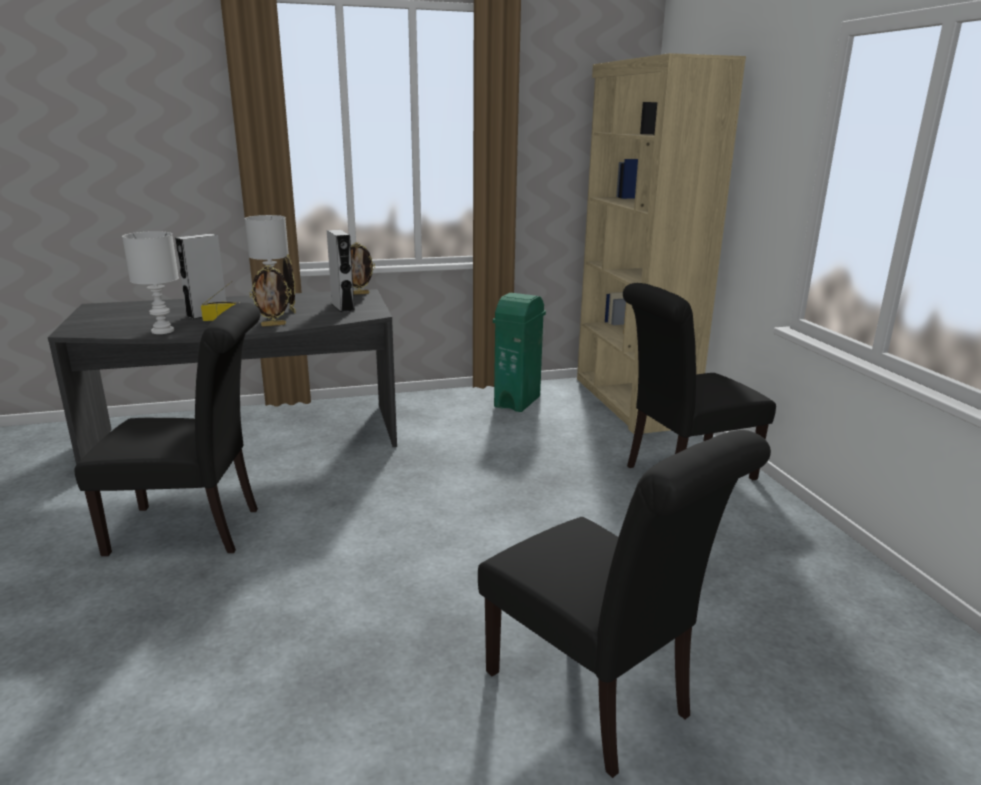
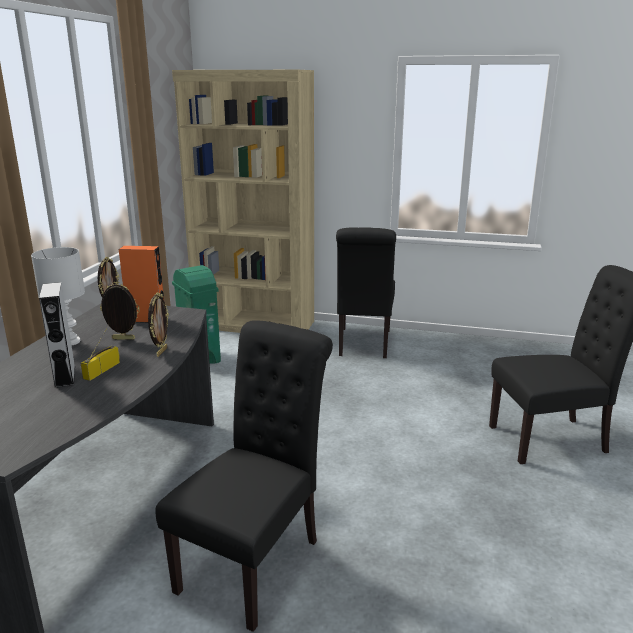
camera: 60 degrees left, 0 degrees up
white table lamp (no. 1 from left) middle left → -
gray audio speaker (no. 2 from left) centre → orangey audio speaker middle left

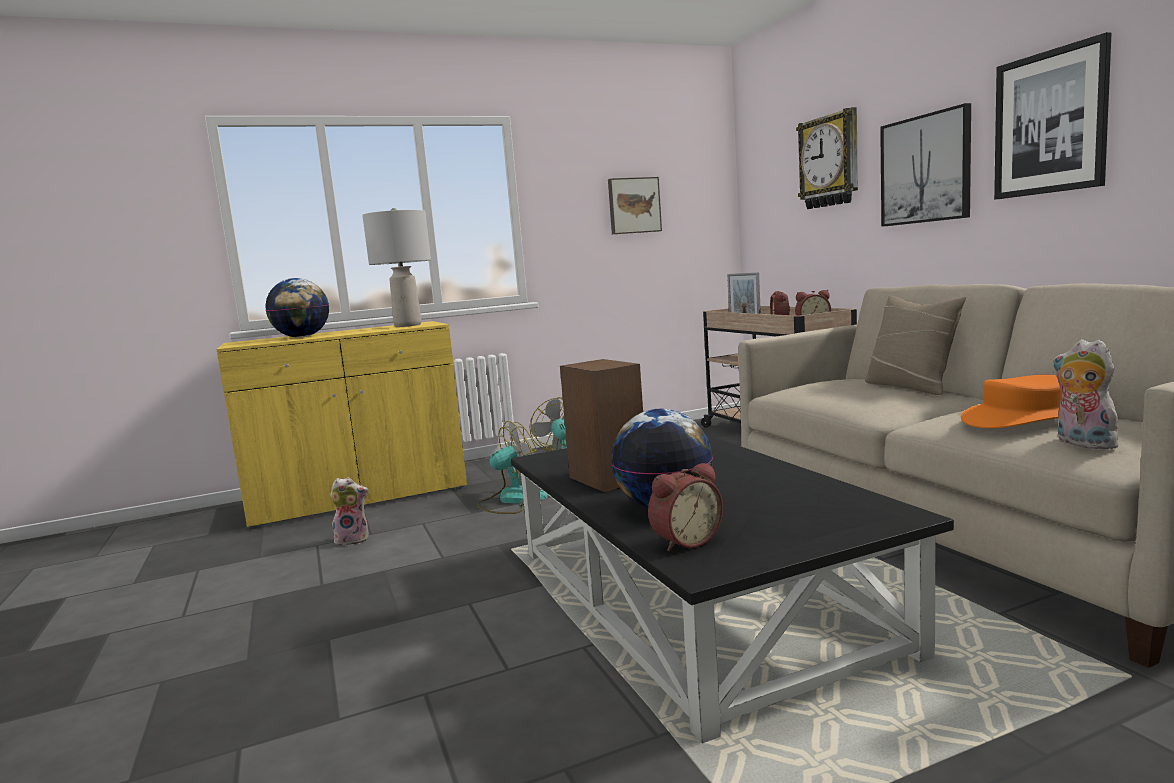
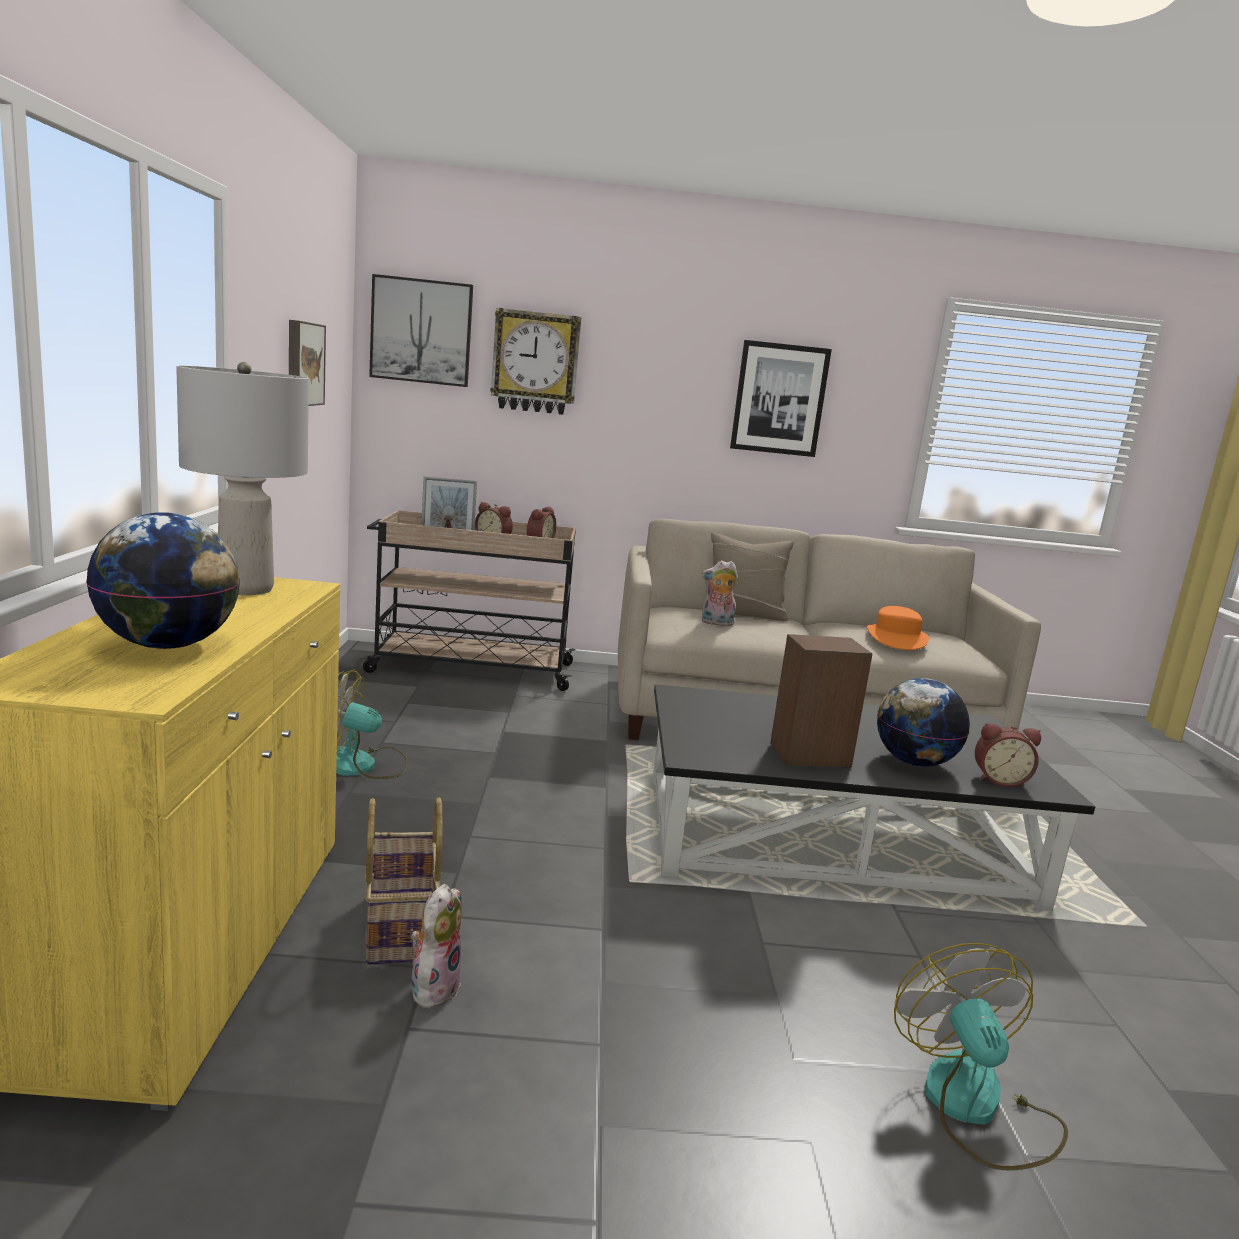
camera: 70 degrees left, 5 degrees up
- → basket bottom left
electric fan (no. 1 from left in the first image) centre → electric fan (no. 2 from left) bottom right, shifted
wall art (no. 2 from left) top right → wall art (no. 2 from left) top centre, shifted
plush toy (no. 2 from left) middle right → plush toy (no. 2 from left) centre, shifted
table clock (no. 1 from left in the first image) centre → table clock (no. 3 from left) middle right, 105 degrees clockwise

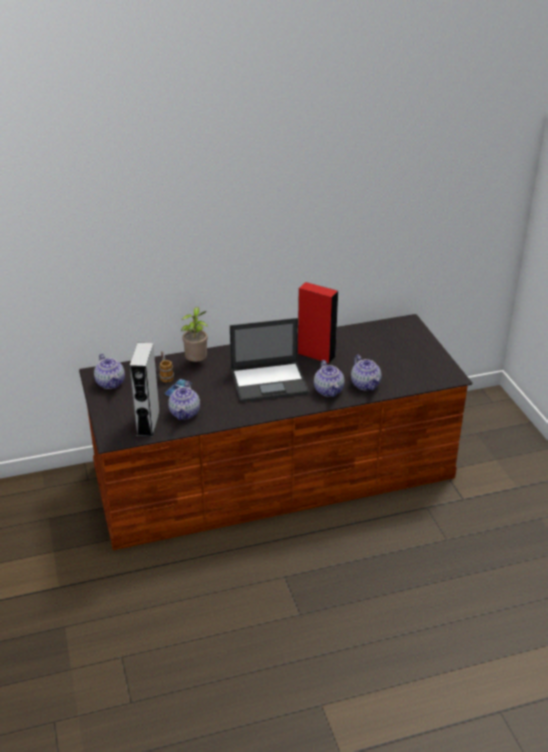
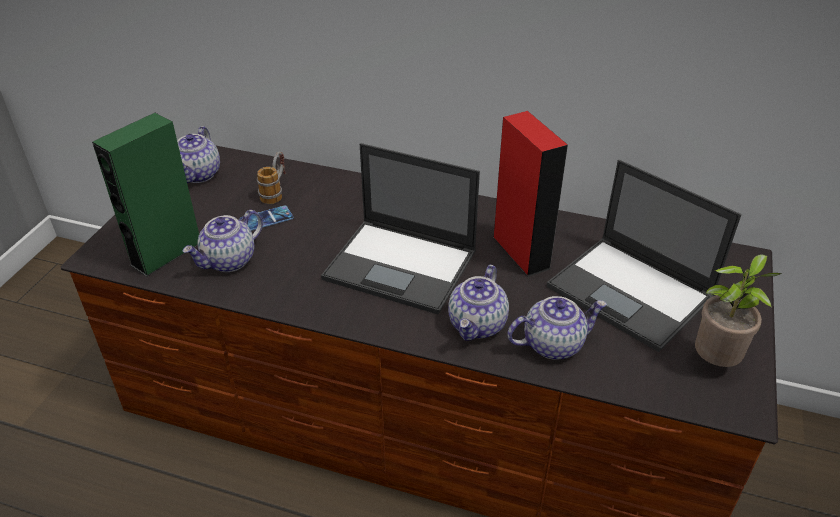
camera: 35 degrees right, 5 degrees up
- → portable computer (no. 2 from left) middle right
plant in a pot centre → plant in a pot middle right, shifted
gray audio speaker middle left → greenish audio speaker middle left
teapot (no. 4 from left) middle right → teapot (no. 4 from left) centre, 120 degrees counterclockwise

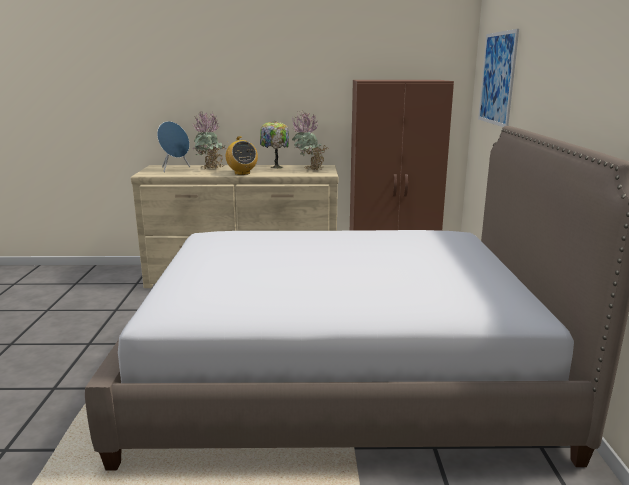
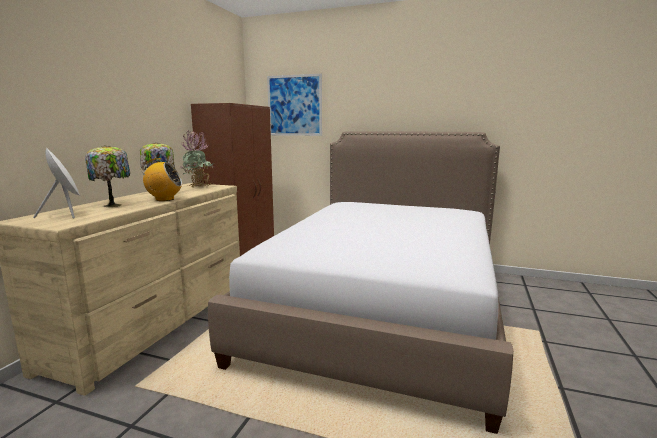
camera: 70 degrees left, 5 degrees down
plant in a pot (no. 1 from left) top left → table lamp (no. 1 from left) middle left
blue audio speaker top left → white audio speaker middle left

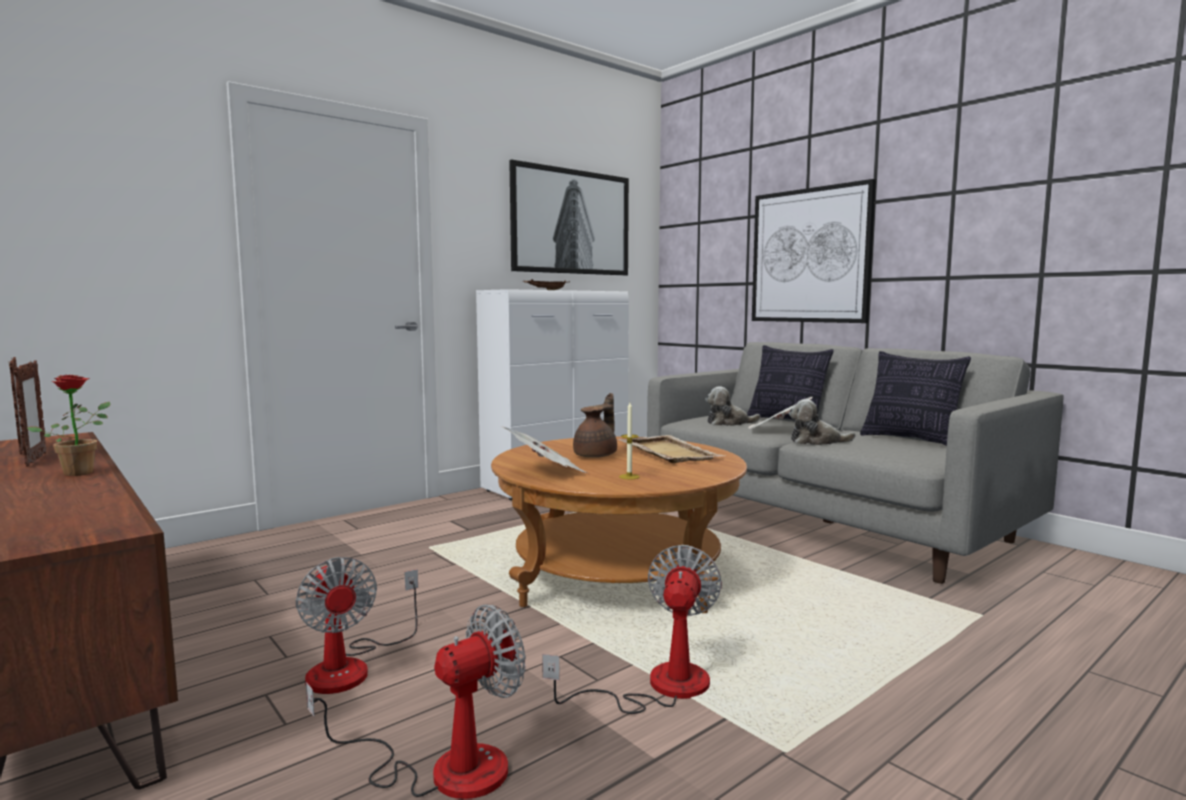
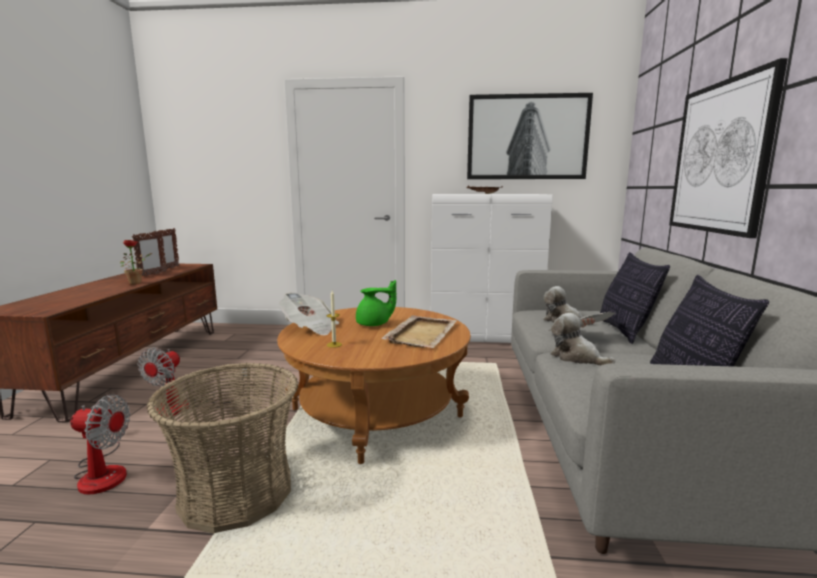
camera: 45 degrees right, 5 degrees up
electric fan (no. 3 from left) bottom centre → basket bottom left
brown-coloured teapot centre → greenish teapot centre

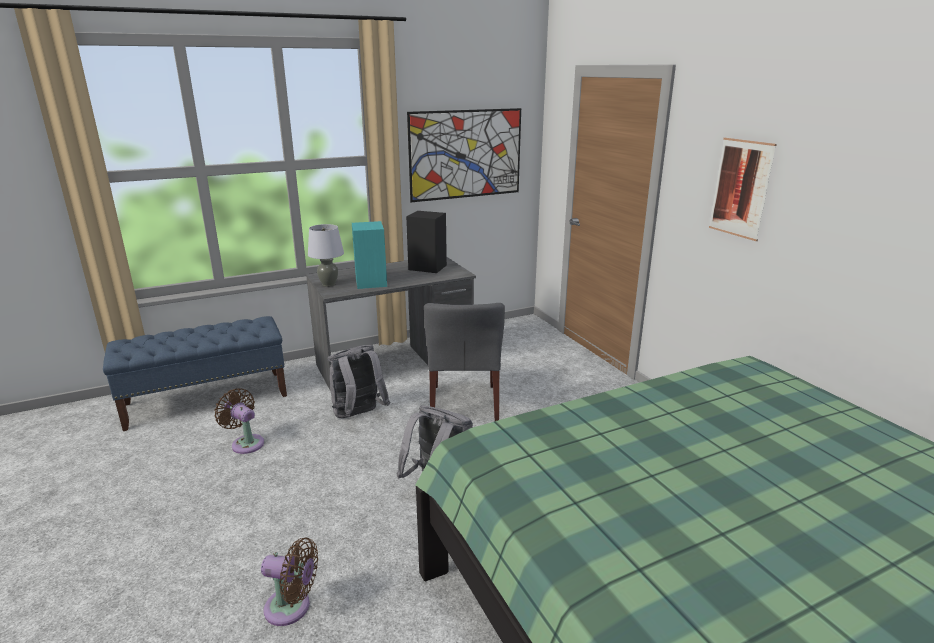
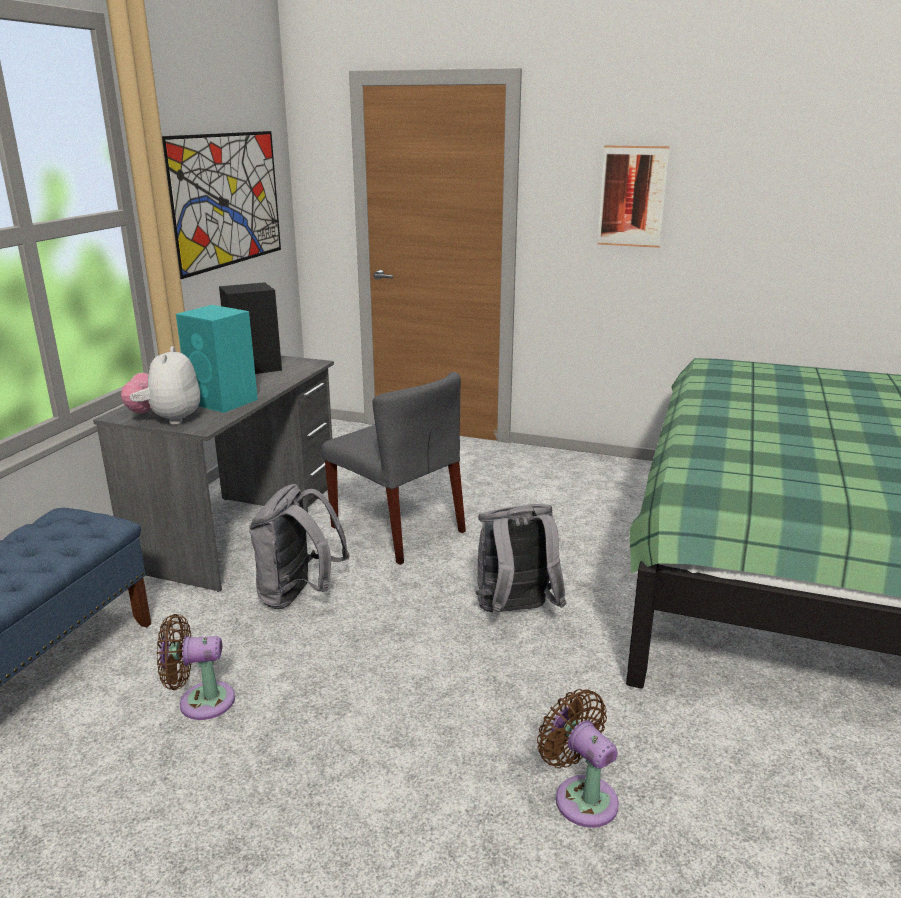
camera: 45 degrees left, 0 degrees up
gray table lamp centre → plush toy middle left
brown-coloured electric fan (no. 2 from left) bottom left → brown-coloured electric fan (no. 2 from left) bottom centre, 90 degrees counterclockwise

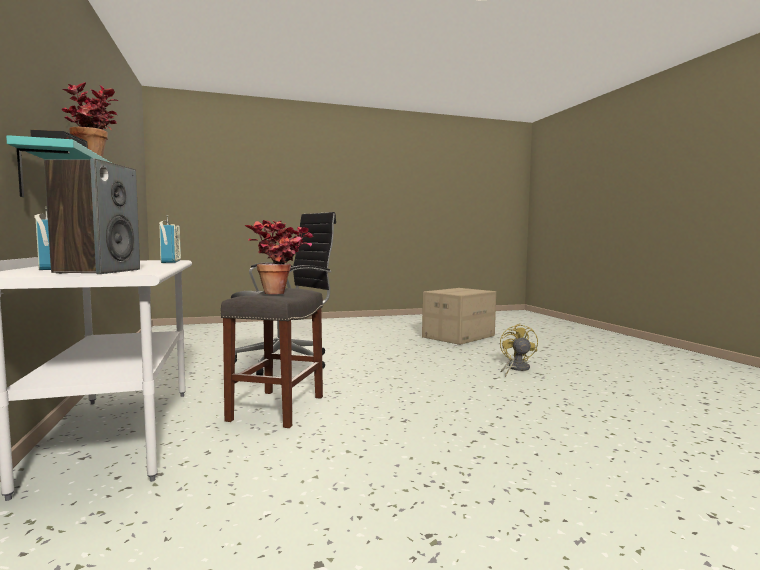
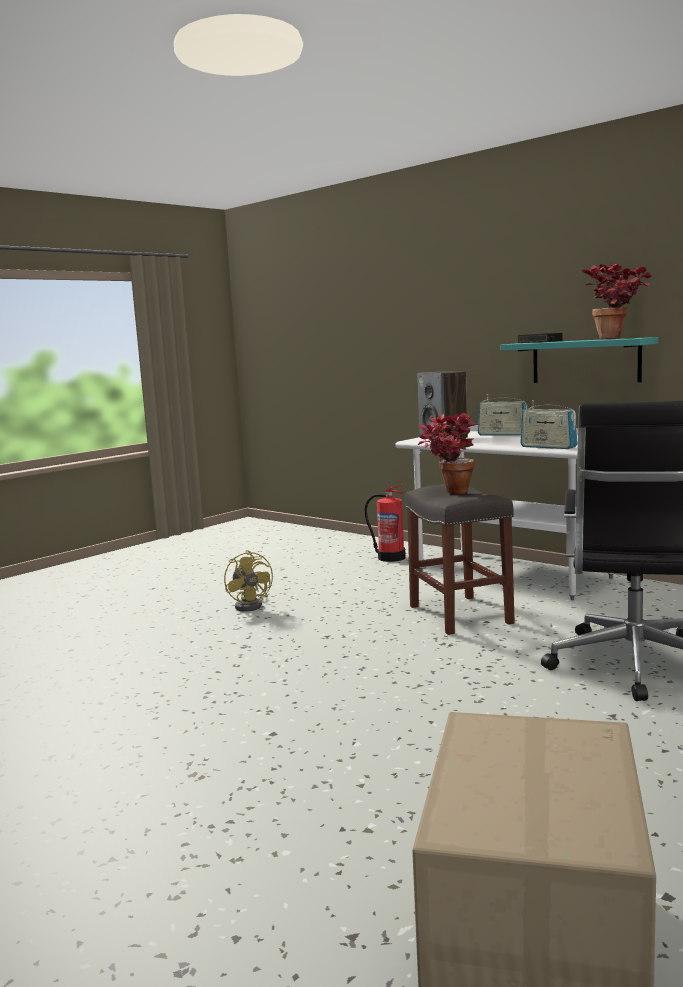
camera: 150 degrees right, 5 degrees up
- → fire-fighting cylinder centre
yellow-coloured electric fan middle right → yellow-coloured electric fan centre, shifted

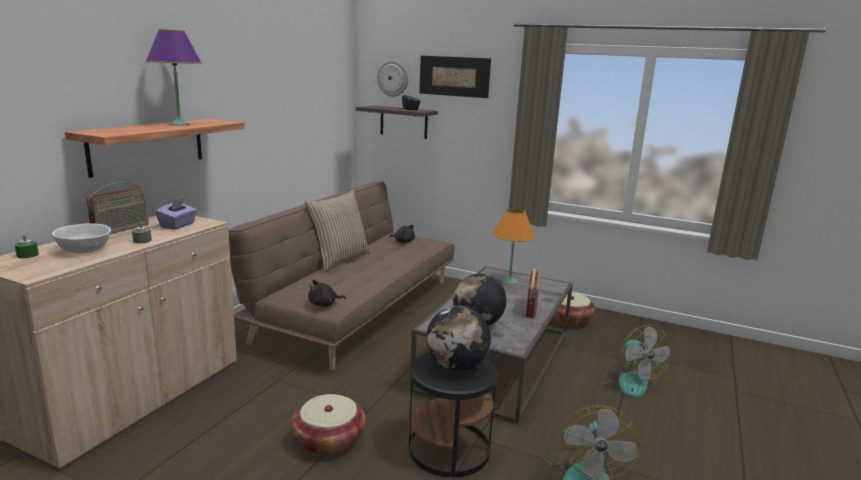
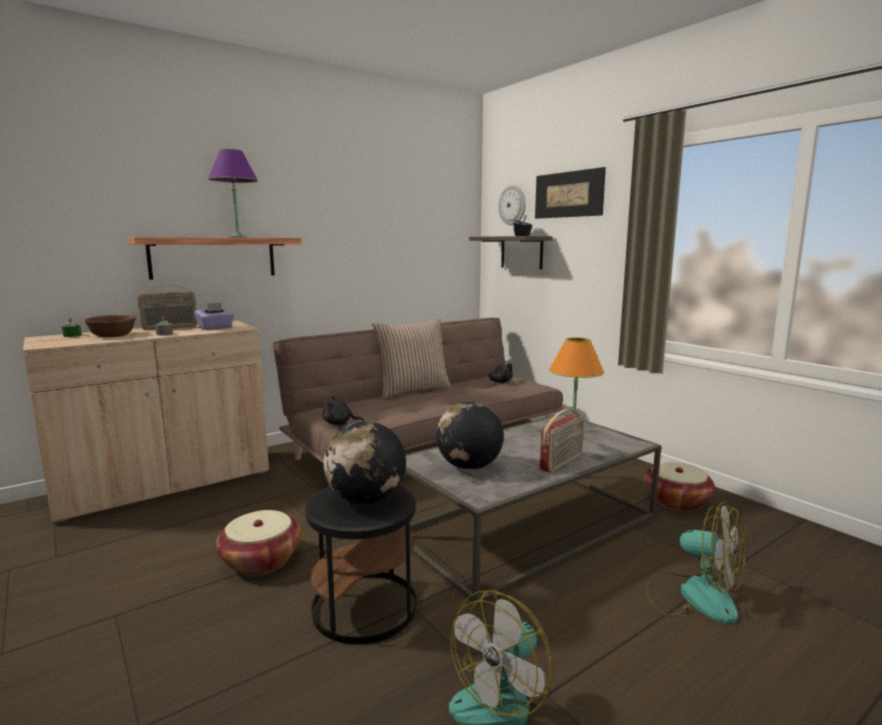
camera: 30 degrees right, 5 degrees down
white serving bowl middle left → brown-coloured serving bowl middle left
electric fan (no. 2 from left) bottom right, 60 degrees counterclockwise

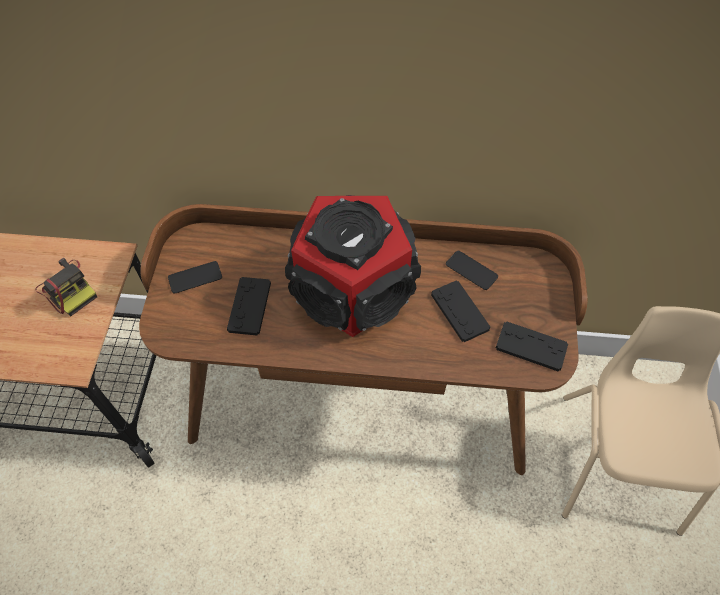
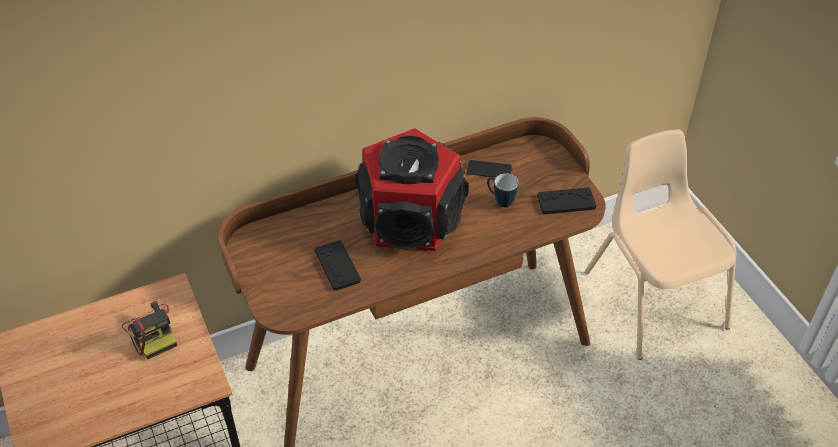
camera: 30 degrees left, 10 degrees down
handset (no. 1 from left) middle left → -
black joypad (no. 2 from left) centre → tea mug centre
still camera middle left → still camera bottom left, 45 degrees clockwise

